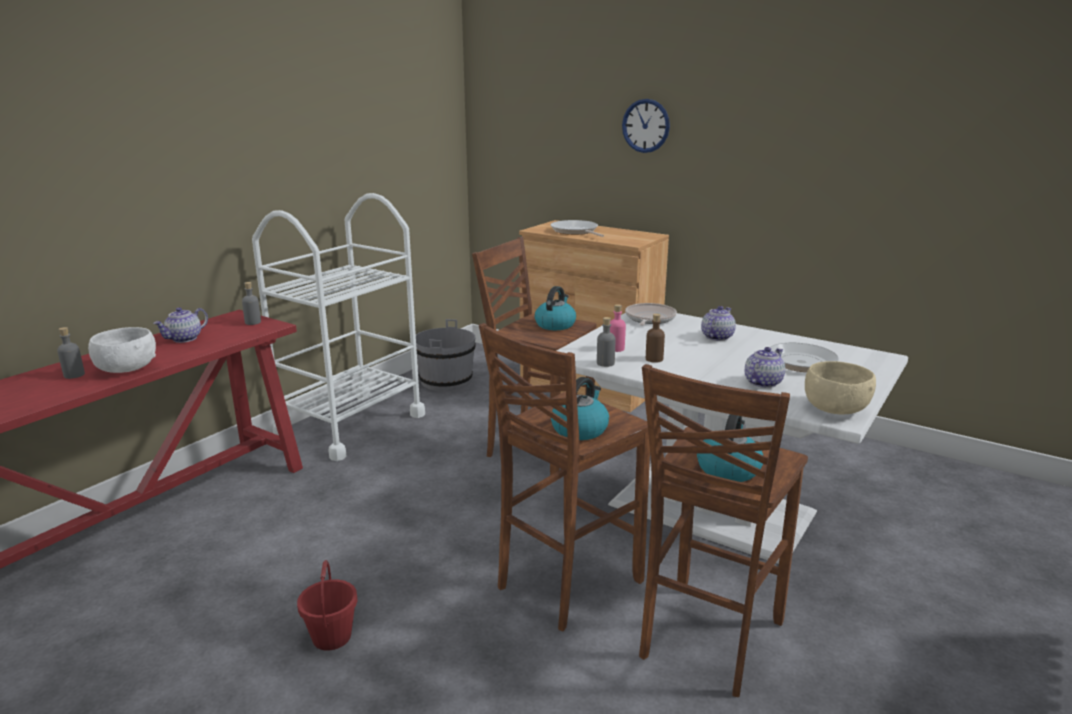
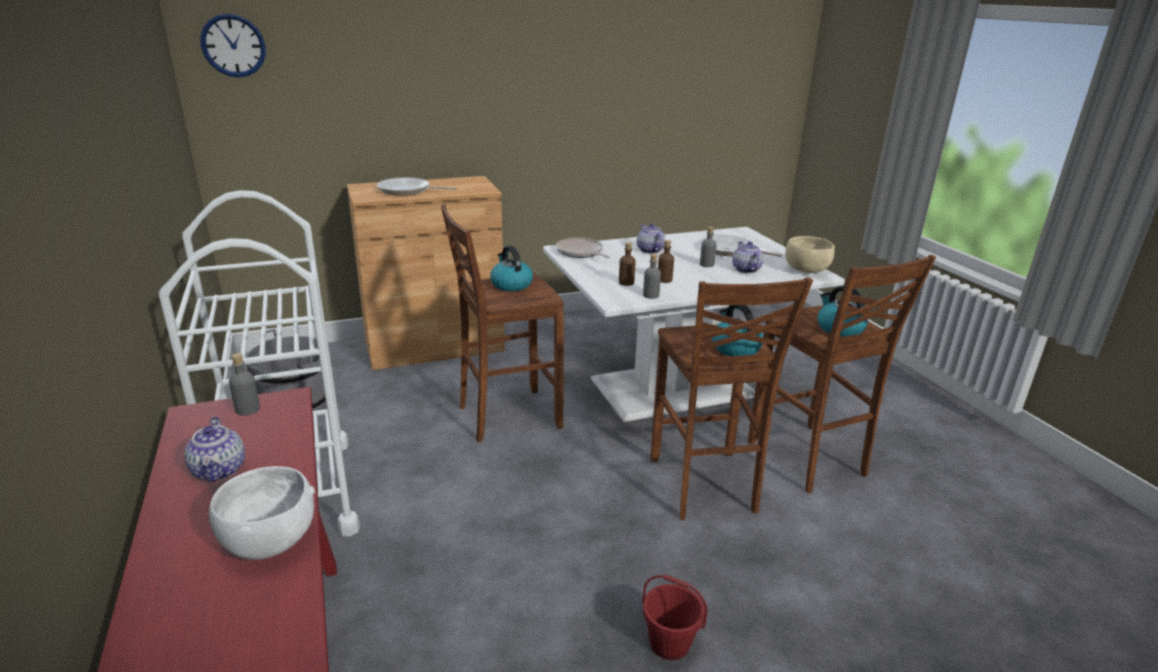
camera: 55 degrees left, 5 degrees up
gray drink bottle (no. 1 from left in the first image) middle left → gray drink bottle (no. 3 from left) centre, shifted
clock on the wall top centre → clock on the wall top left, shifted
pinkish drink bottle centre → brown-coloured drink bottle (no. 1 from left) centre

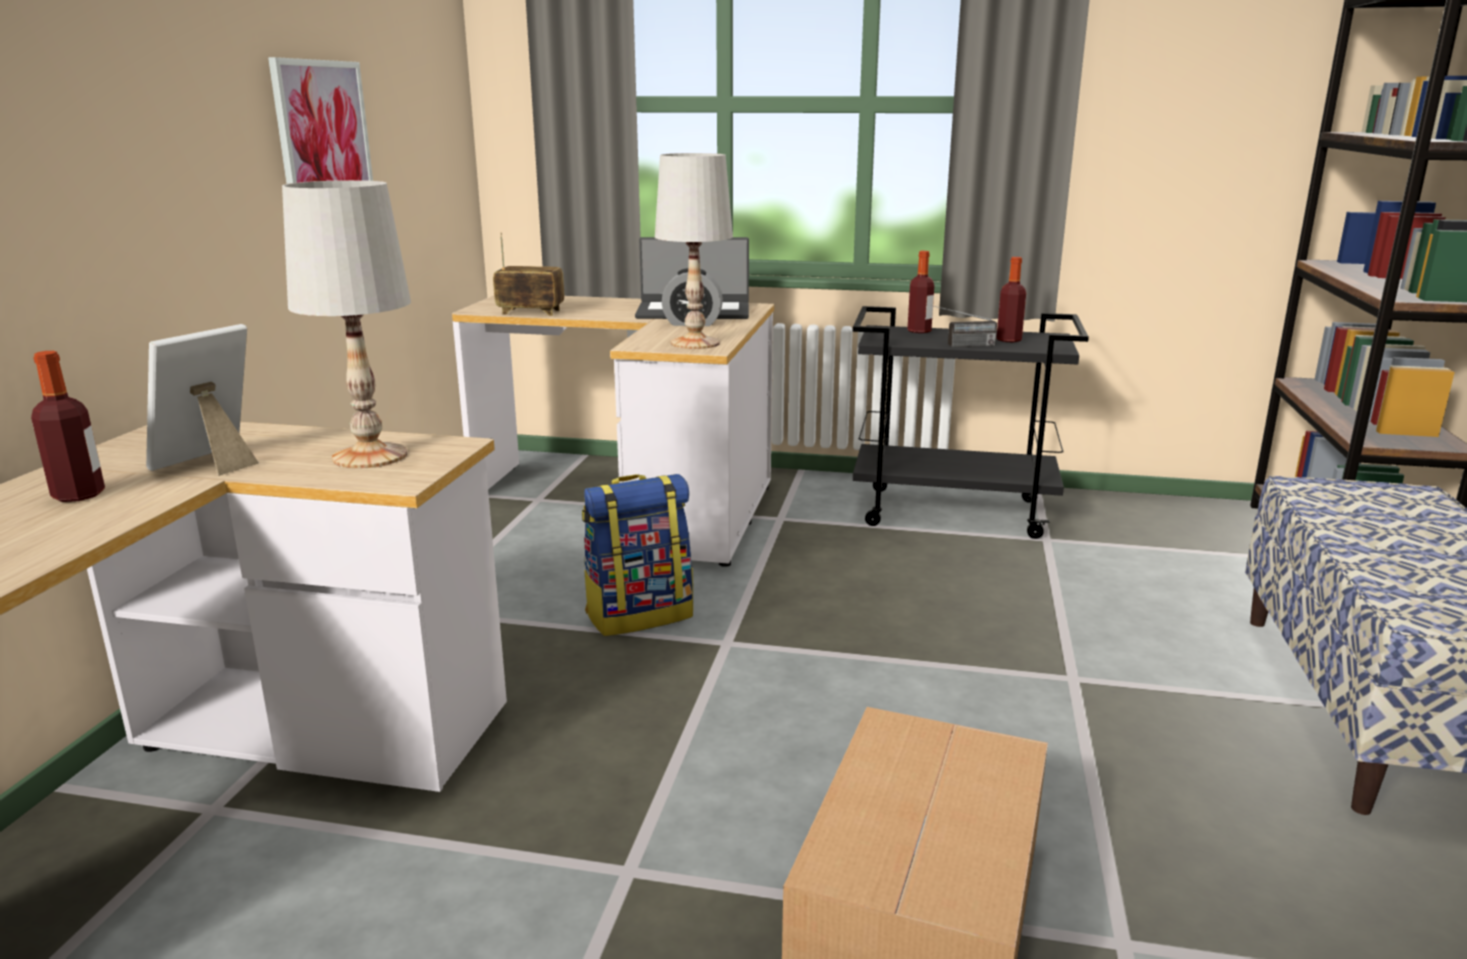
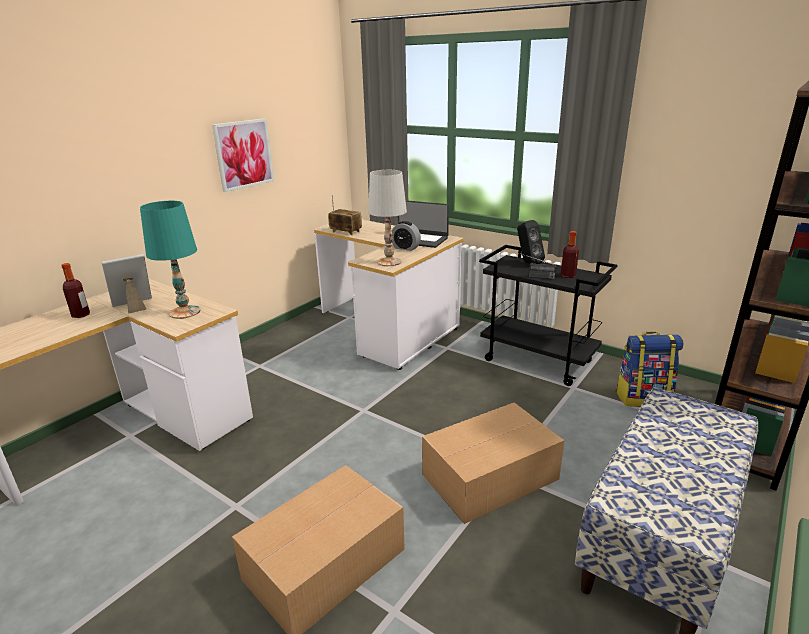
camera: 25 degrees right, 5 degrees up
- → packing box (no. 2 from left) bottom centre
backpack centre → backpack middle right, shifted
drink bottle (no. 2 from left) top centre → black audio speaker centre
white table lamp (no. 1 from left) middle left → blue-green table lamp middle left

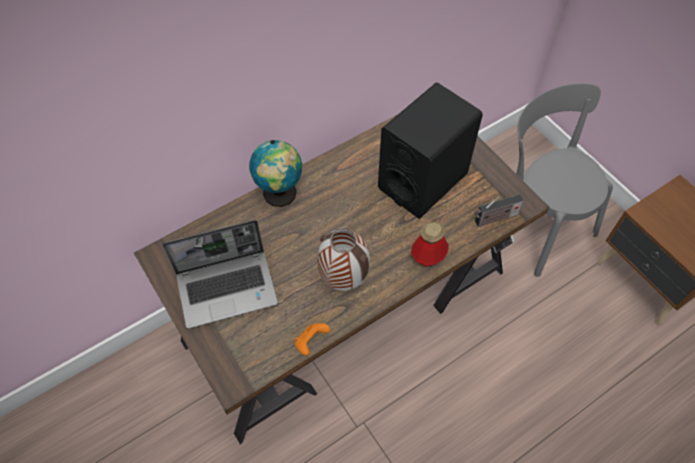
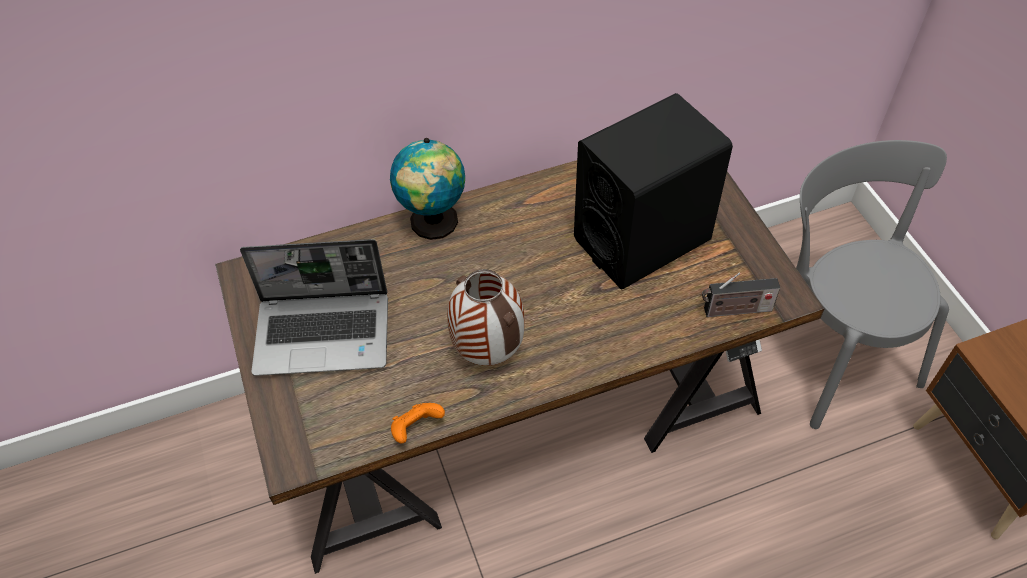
camera: 15 degrees right, 5 degrees down
drink bottle centre → -

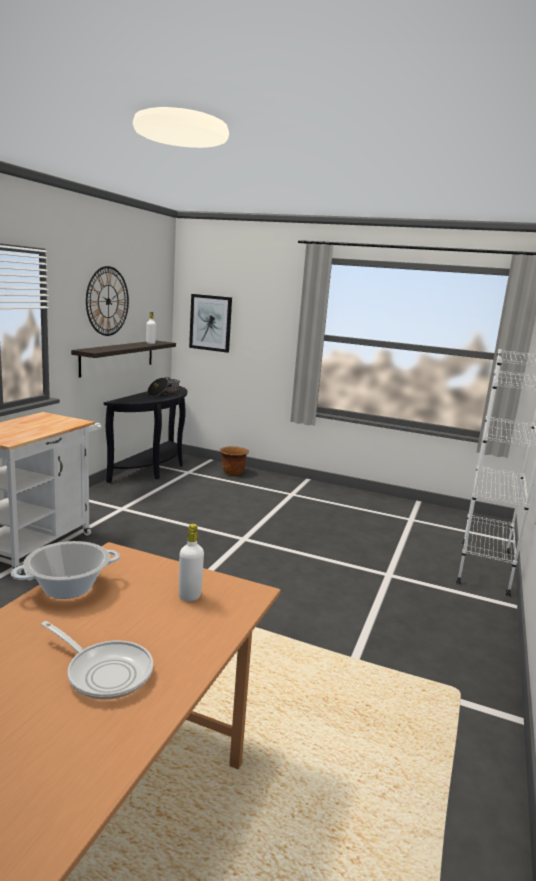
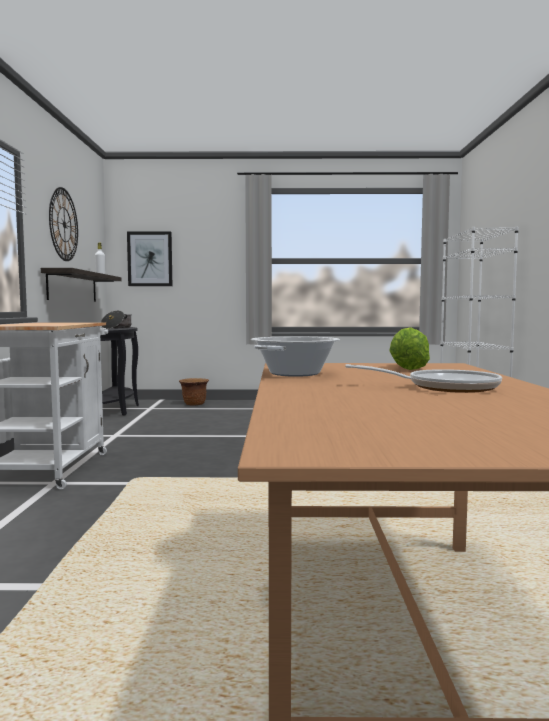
camera: 20 degrees left, 10 degrees down
white drink bottle (no. 2 from left) centre → head of lettuce middle right

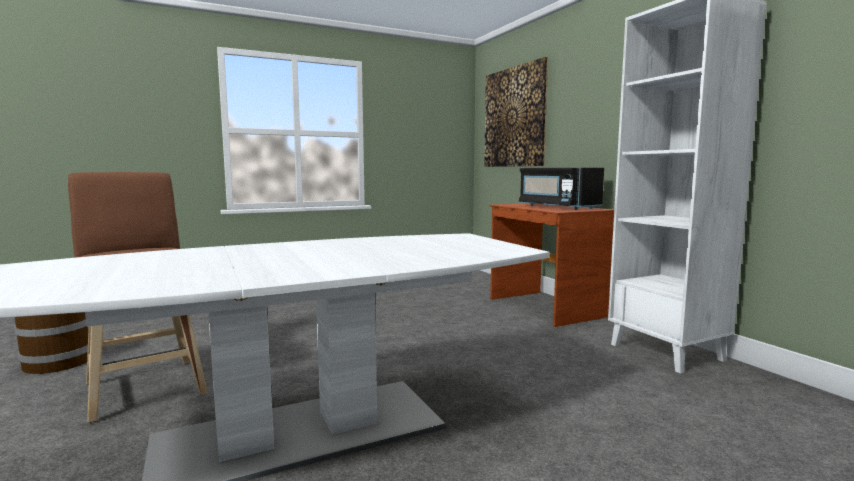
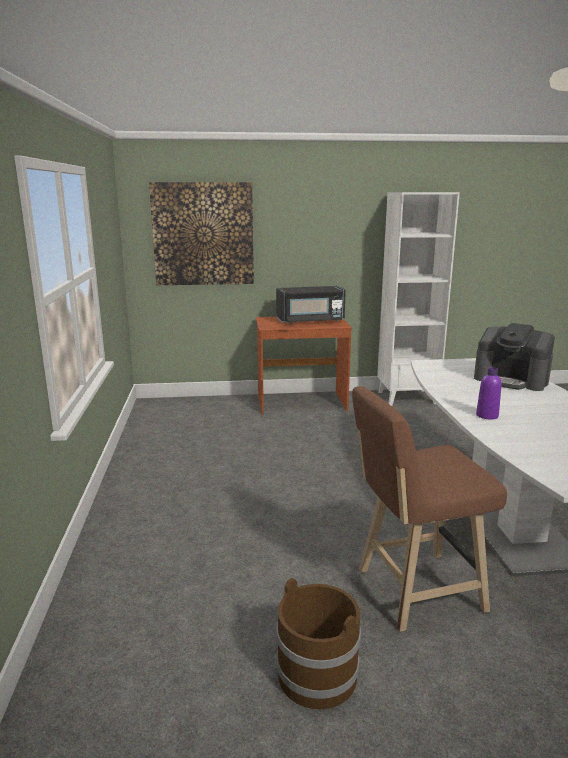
camera: 70 degrees left, 10 degrees up
- → coffee maker middle right
- → purple-coloured drink bottle middle right

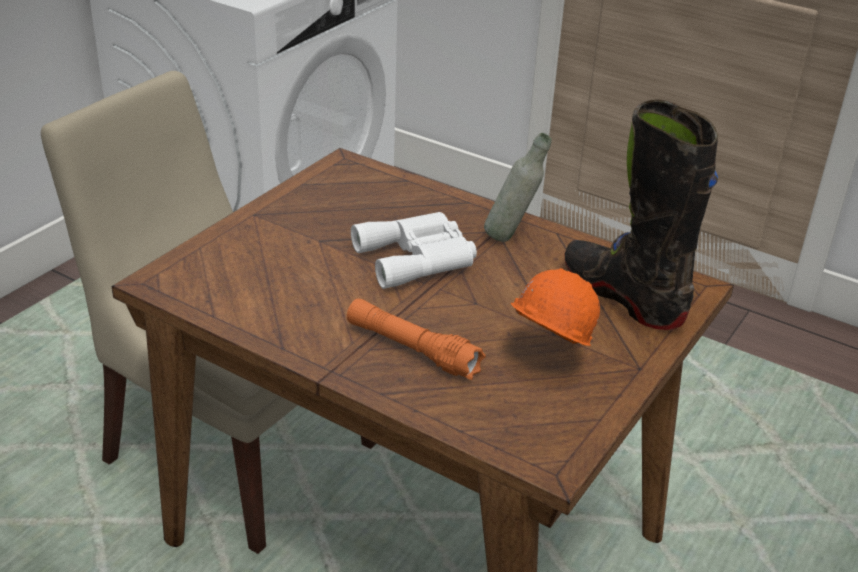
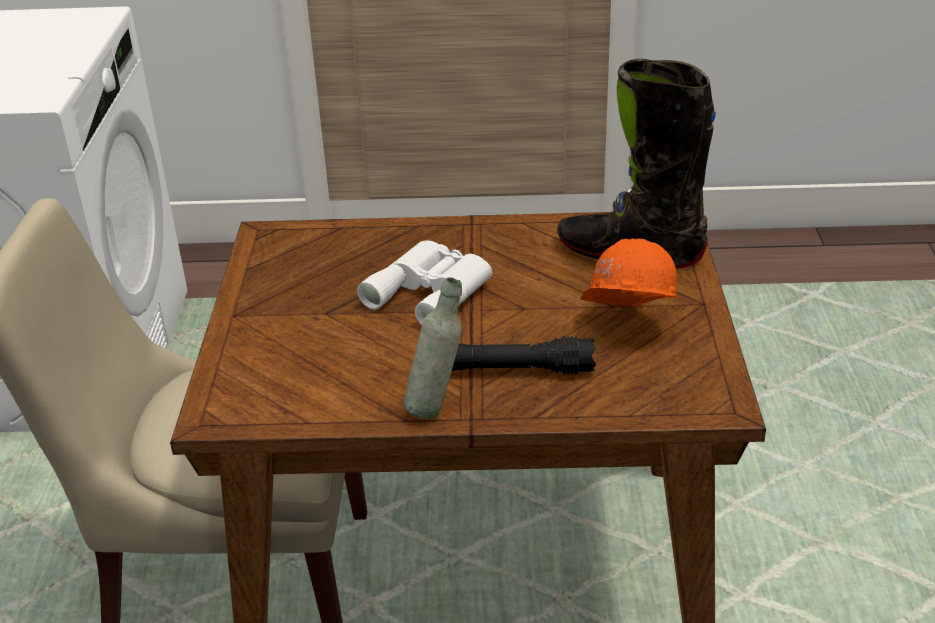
camera: 30 degrees left, 0 degrees up
gray drink bottle top centre → gray drink bottle centre, shifted
orangey torch centre → black torch centre

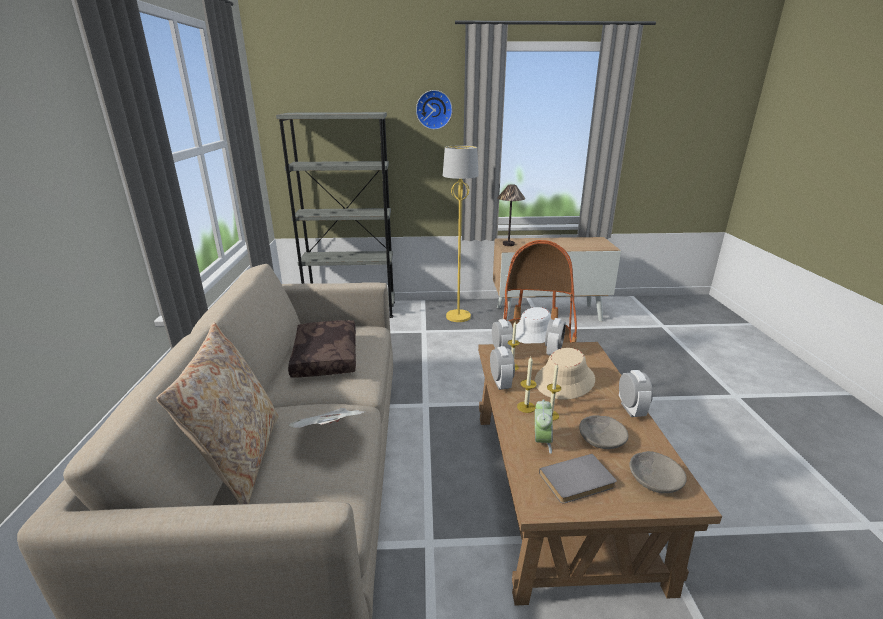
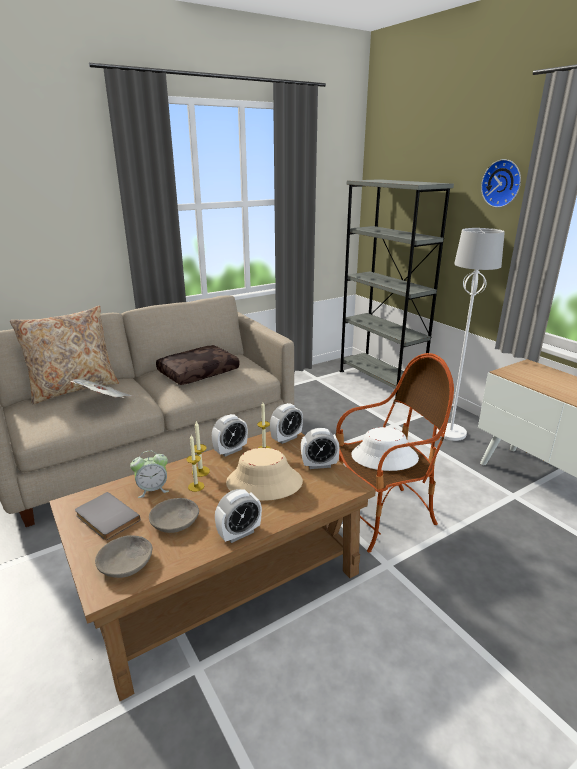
camera: 60 degrees right, 0 degrees up
table lamp centre → -
yellow-coloured standard lamp centre → white standard lamp middle right

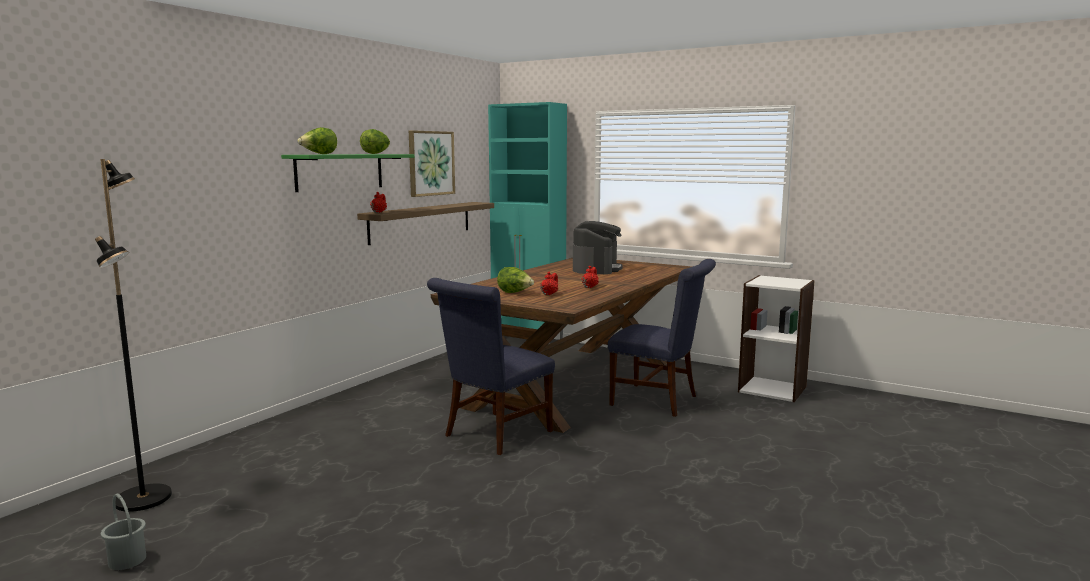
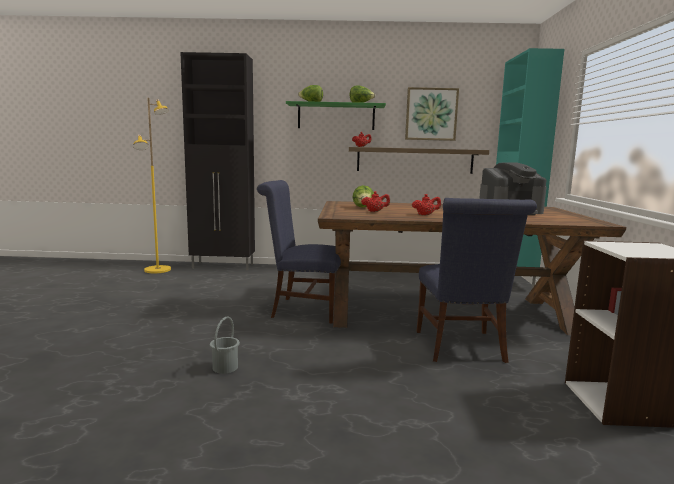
camera: 60 degrees right, 0 degrees up
- → black cupboard top left
gray pail bottom left → gray pail bottom centre, shifted
black standard lamp middle left → yellow-coloured standard lamp middle left

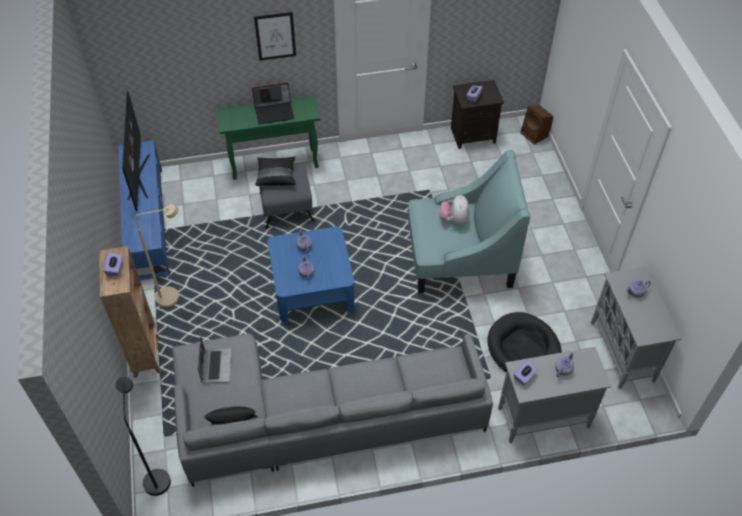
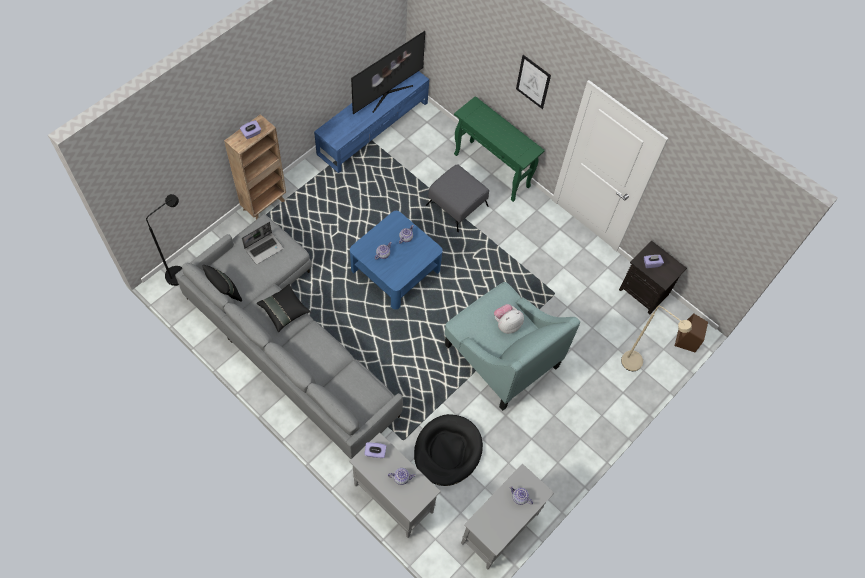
camera: 50 degrees right, 10 degrees up
portable computer (no. 2 from left) top centre → -
beige standard lamp middle left → beige standard lamp middle right, shifted
black pillow (no. 2 from left) top centre → black pillow (no. 2 from left) middle left, shifted

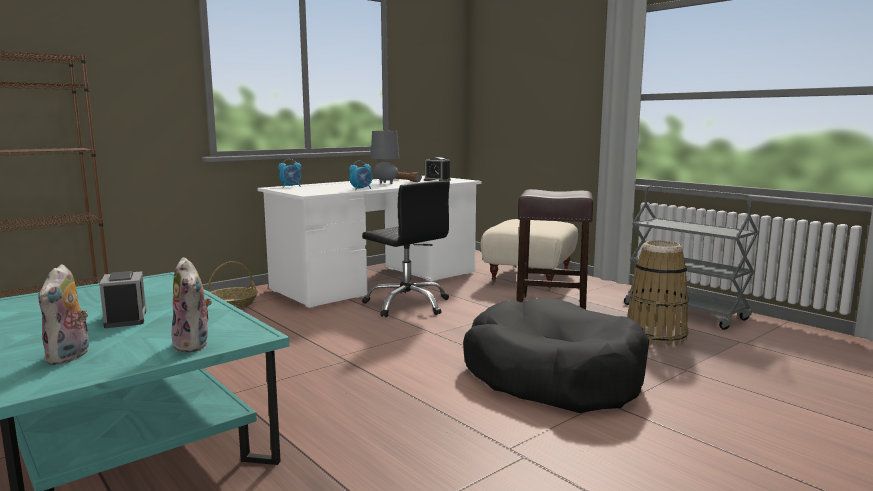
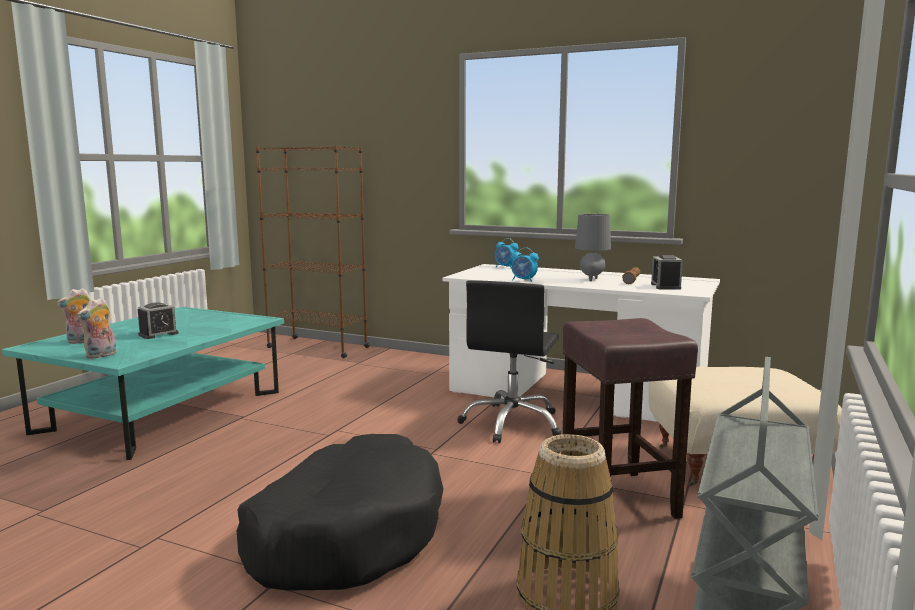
camera: 65 degrees right, 0 degrees up
basket (no. 1 from left) middle left → -

